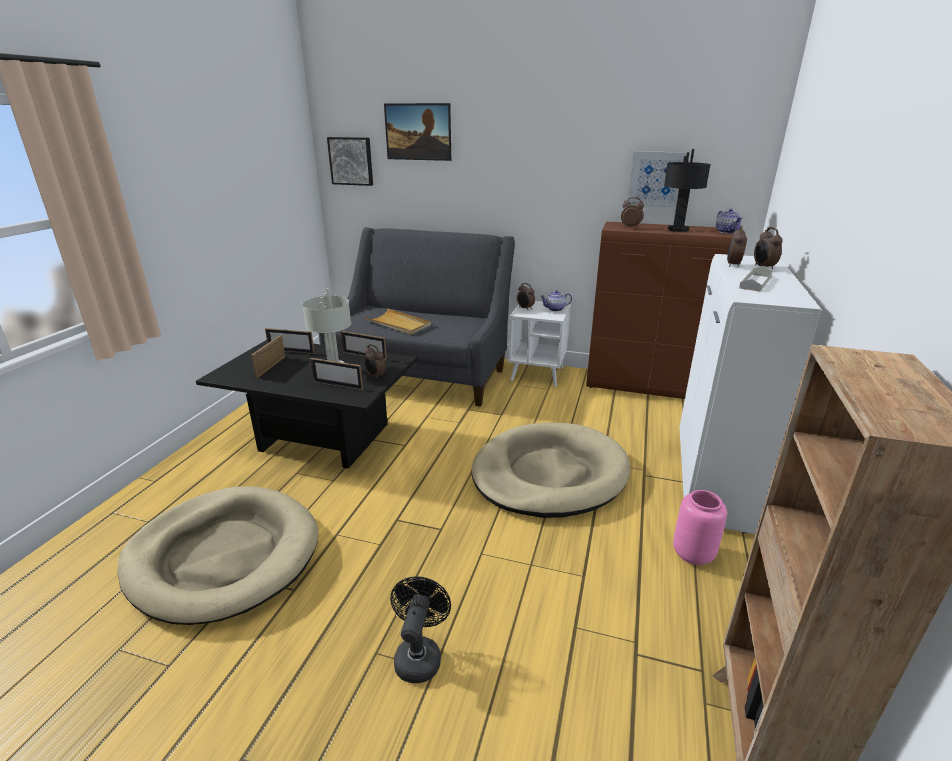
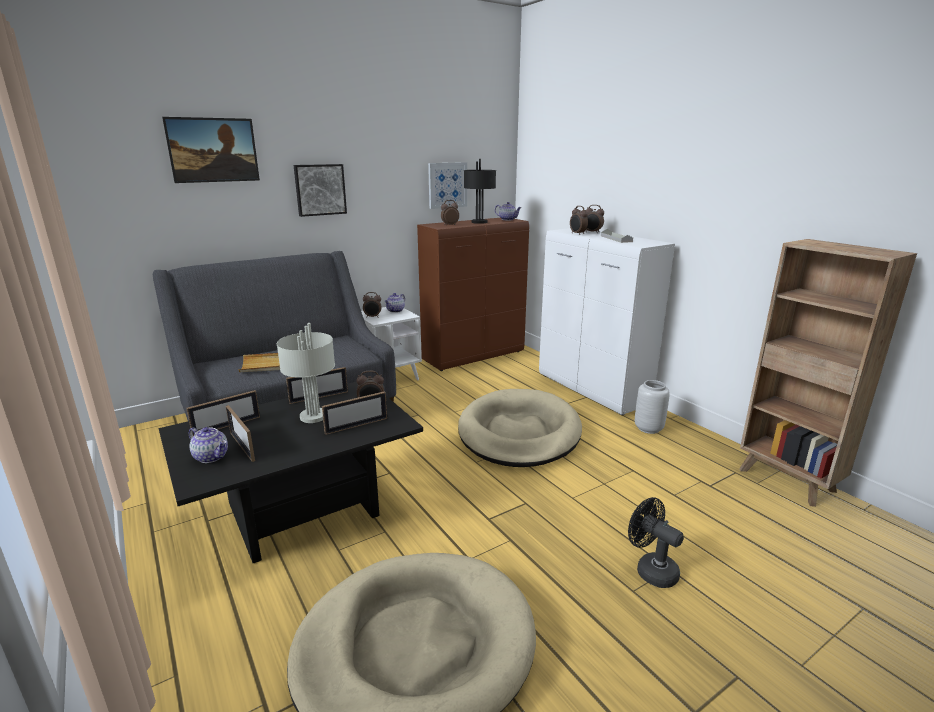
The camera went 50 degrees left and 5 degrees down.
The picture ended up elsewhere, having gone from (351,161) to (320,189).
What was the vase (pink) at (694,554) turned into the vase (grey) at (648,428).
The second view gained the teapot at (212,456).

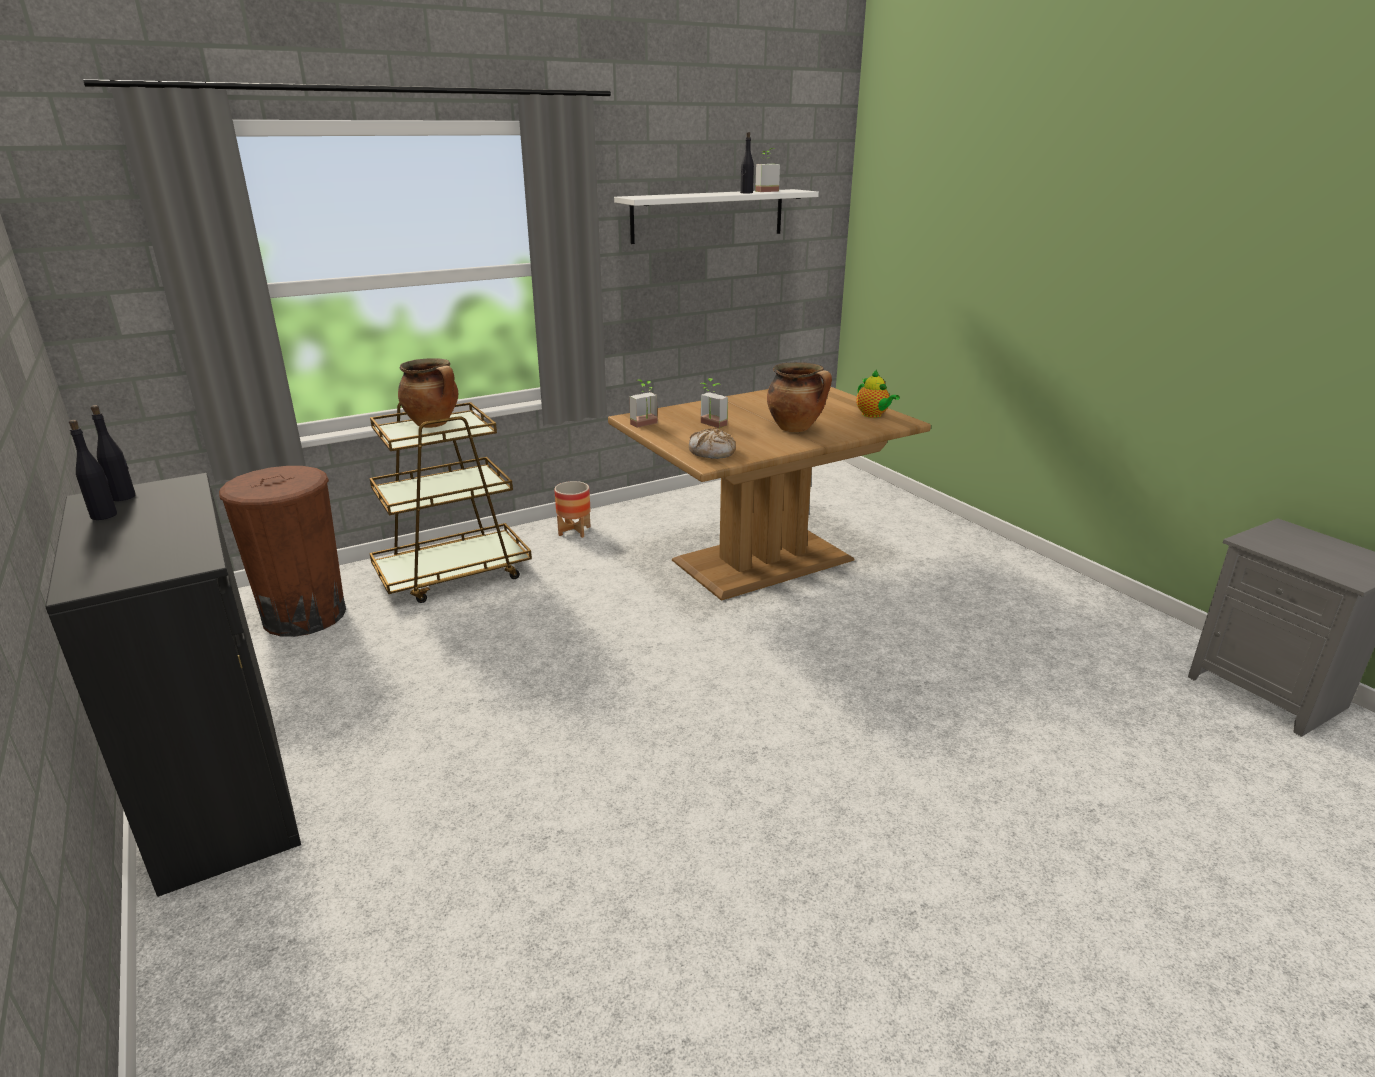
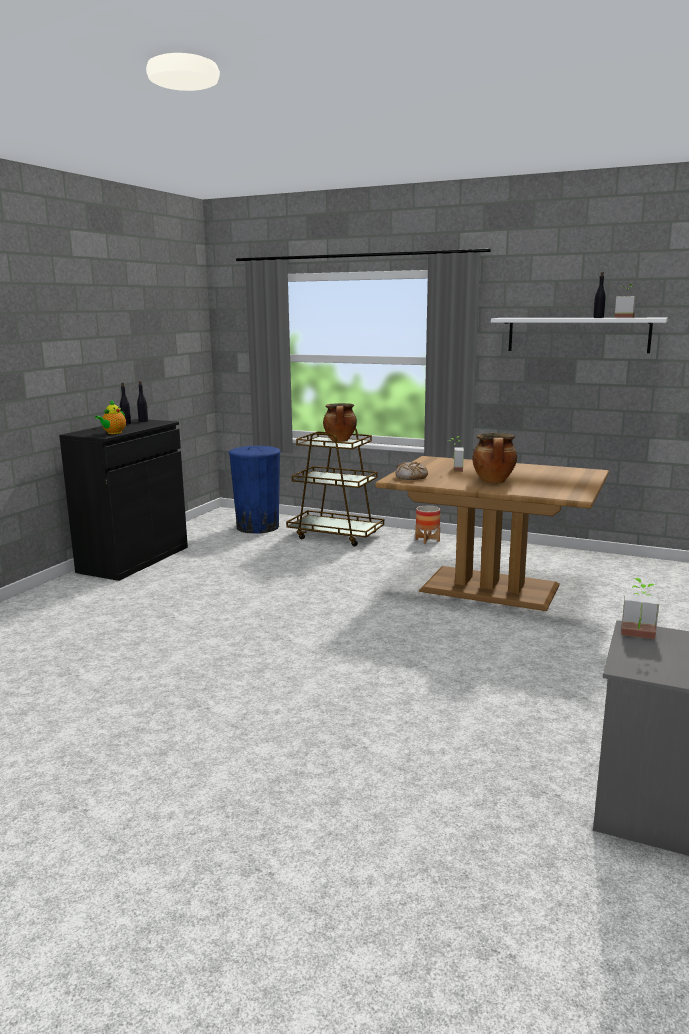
The camera went 55 degrees right and 10 degrees down.
What was the trash can (brown) at (304,615) turned into the trash can (blue) at (258,527).
The potted plant ended up elsewhere, having gone from (646,425) to (638,636).
The teapot ended up elsewhere, having gone from (873,415) to (113,433).

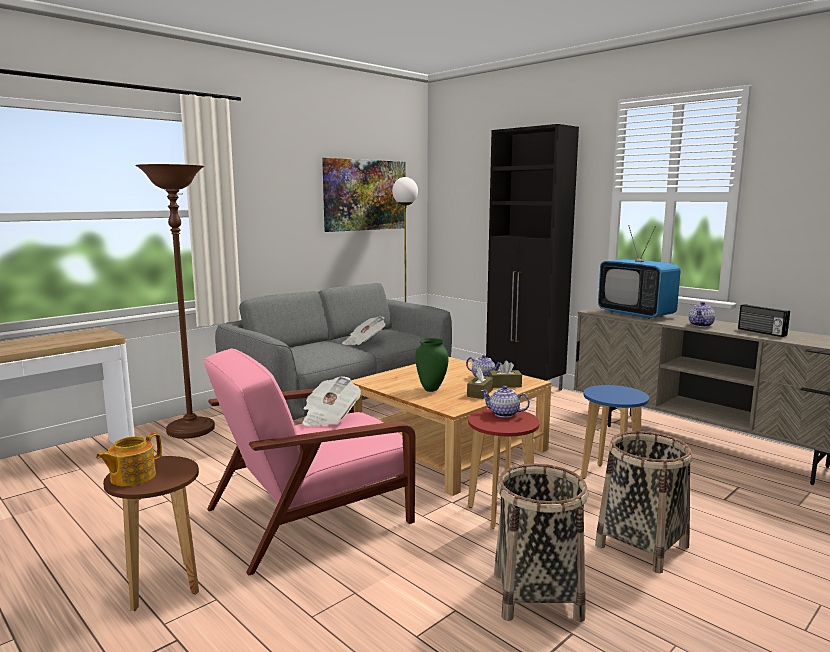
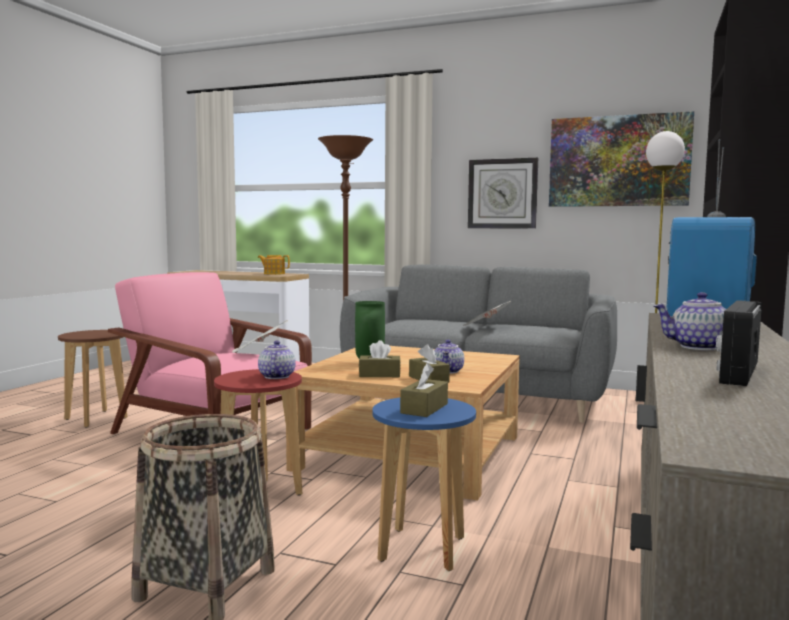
The camera went 65 degrees right and 5 degrees down.
The teapot ended up elsewhere, having gone from (132,477) to (274,274).
The second view lost the basket at (536,595).
The second view gained the tissue box (brown) at (424,408).
The second view gained the wall clock at (502,194).

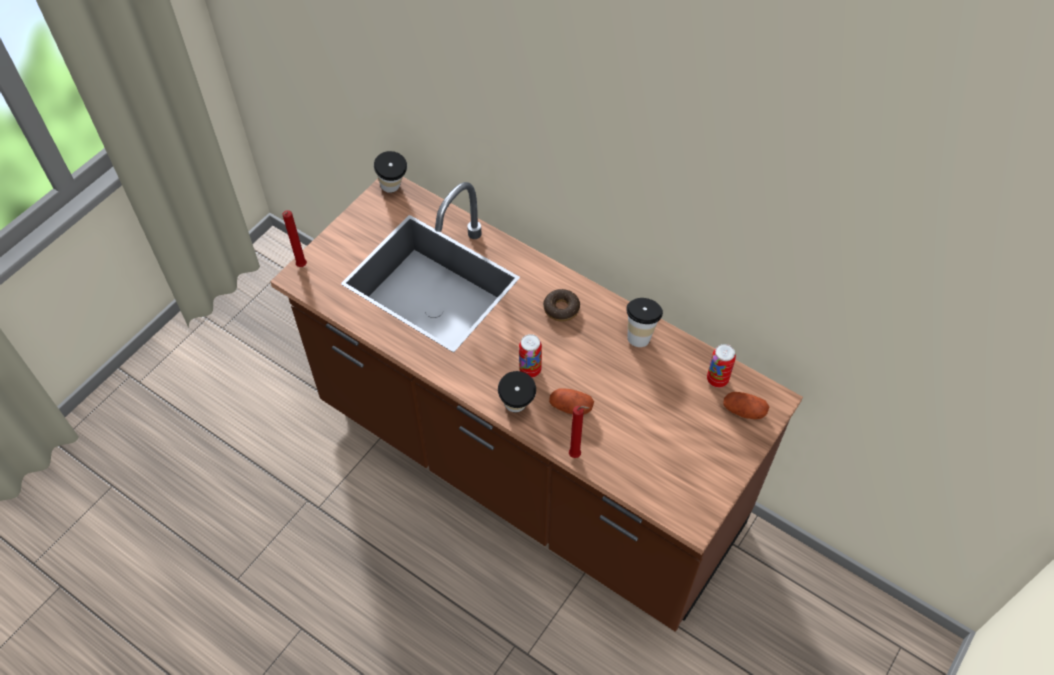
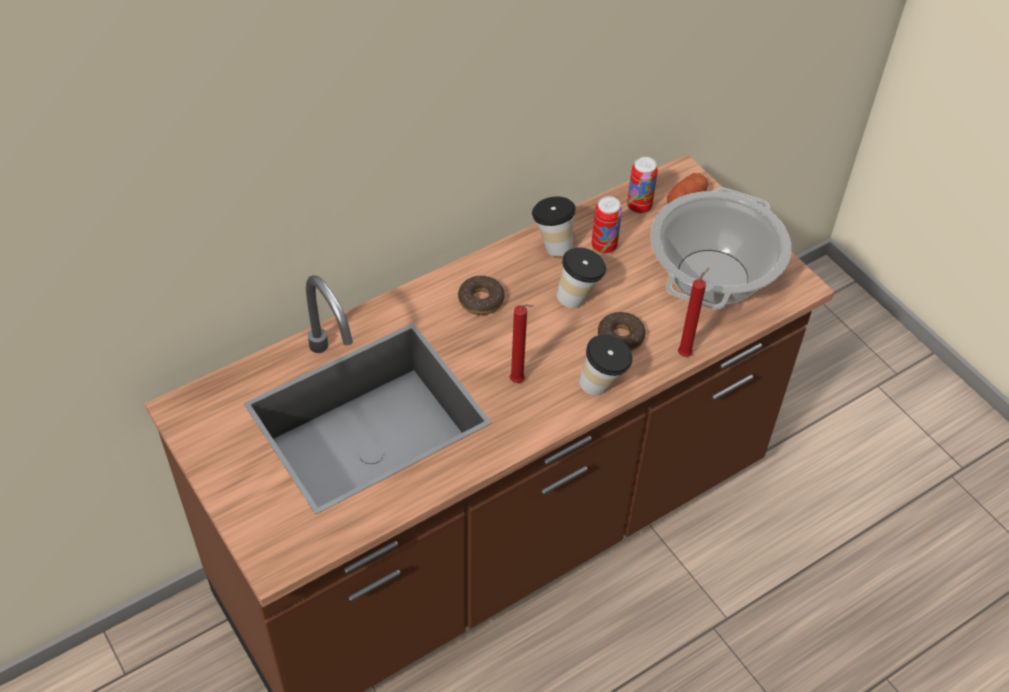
The camera went 70 degrees left and 5 degrees down.
The candle (red) ended up elsewhere, having gone from (301,267) to (519,382).
The cup ended up elsewhere, having gone from (393,190) to (579,298).
The can ended up elsewhere, having gone from (530,370) to (604,246).
Where the potato stood at (570,407), the donut came to stand at (620,337).
The second view gained the cooking pot at (712,278).

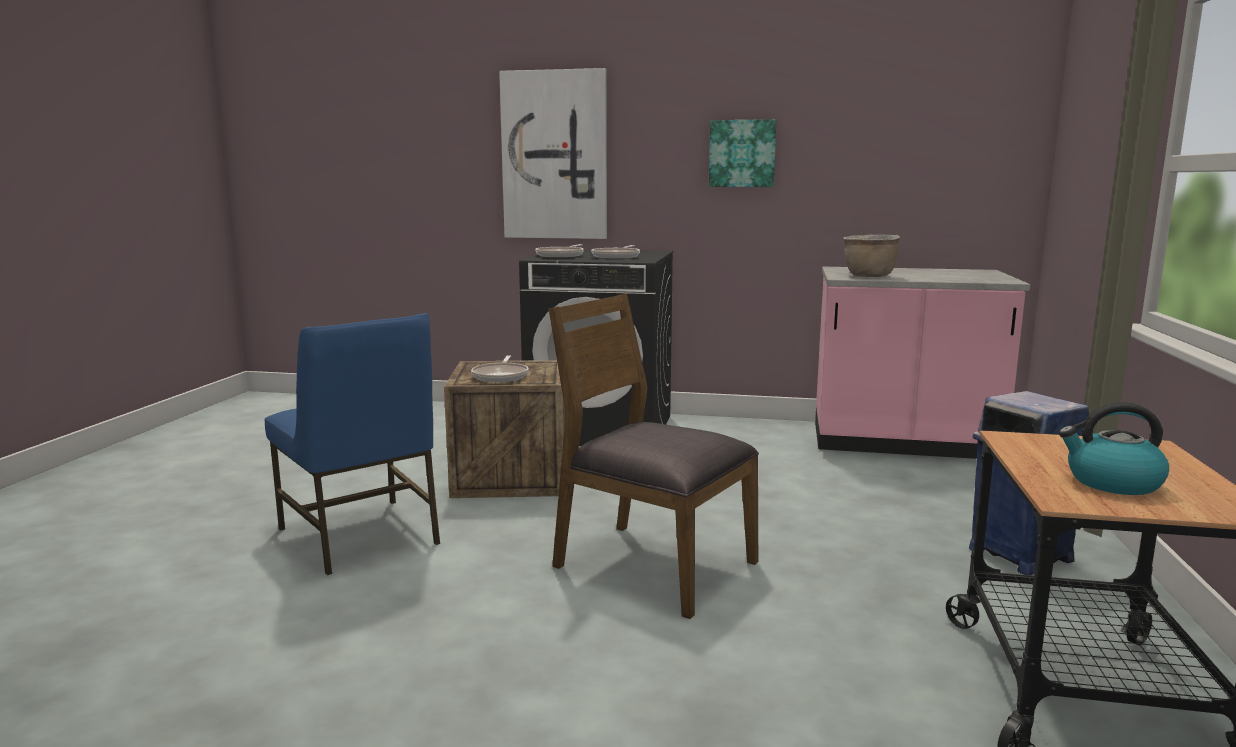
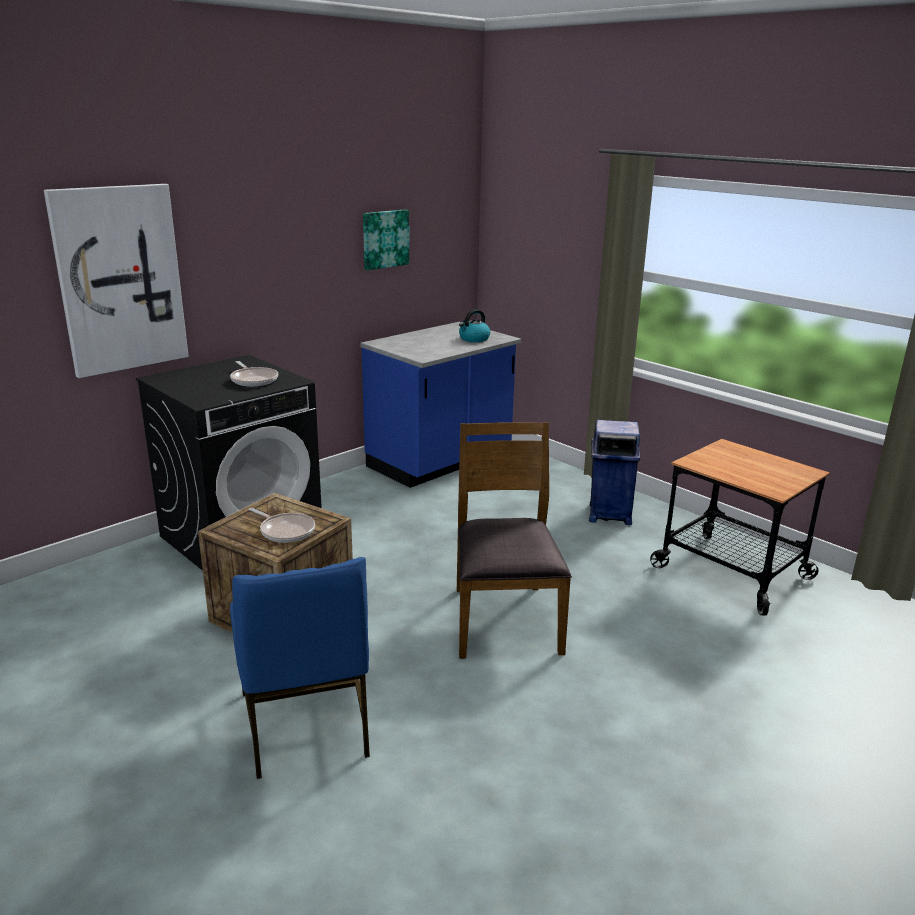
The camera went 55 degrees left and 10 degrees up.
The chair (blue) at (361,536) ended up facing another way, 75 degrees clockwise from before.
The second view lost the frying pan at (561,256).
The chair (brown) at (652,565) ended up facing another way, 105 degrees clockwise from before.
The picture ended up elsewhere, having gone from (742,153) to (384,239).
What was the counter (pink) at (902,443) turned into the counter (blue) at (440,462).
The second view lost the cooking pot (brown) at (869,276).
The kettle ended up elsewhere, having gone from (1112,482) to (474,339).

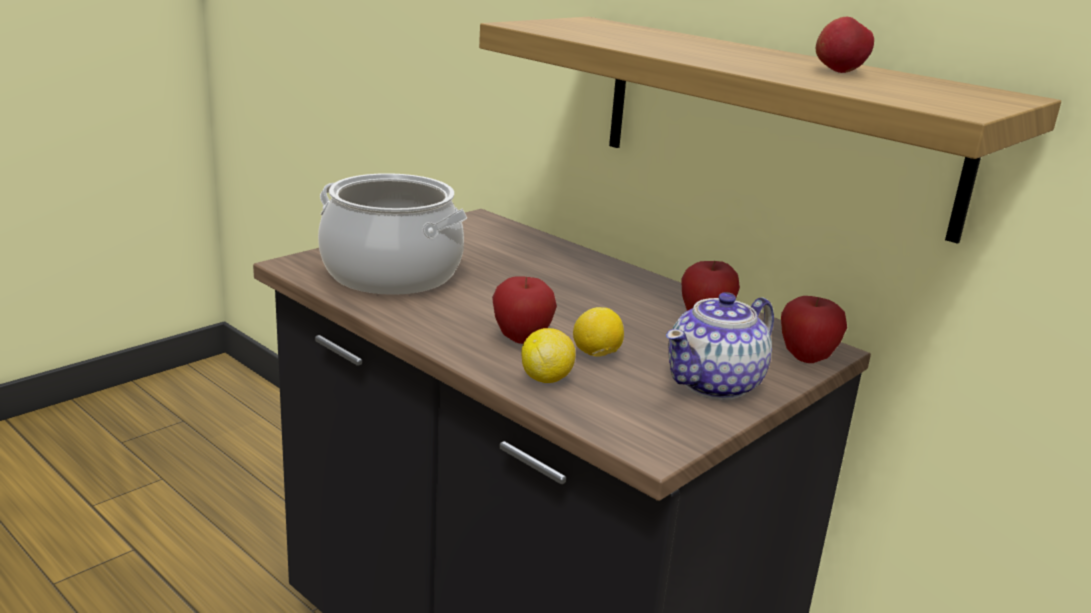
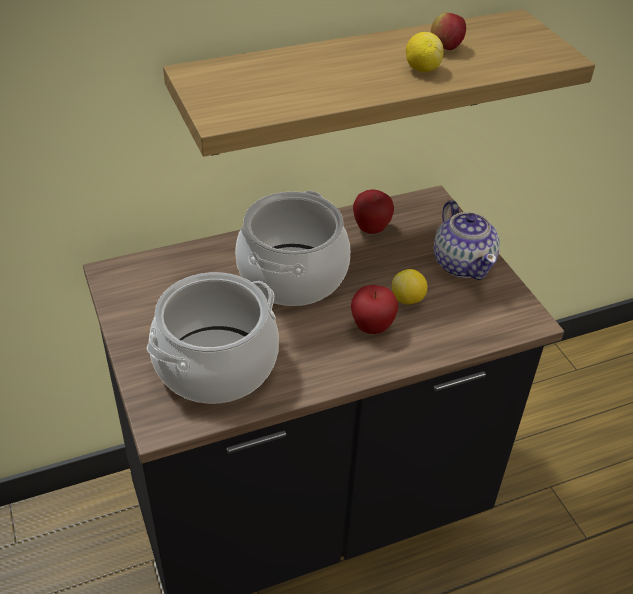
The camera went 65 degrees left and 20 degrees up.
The lemon ended up elsewhere, having gone from (546,378) to (422,69).
The second view lost the apple at (806,358).
The second view gained the cooking pot at (292,274).

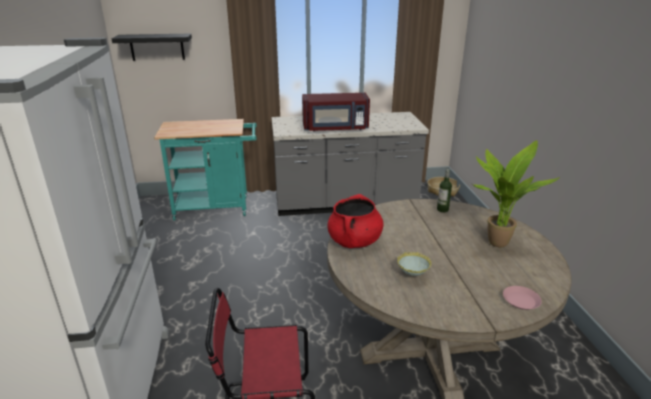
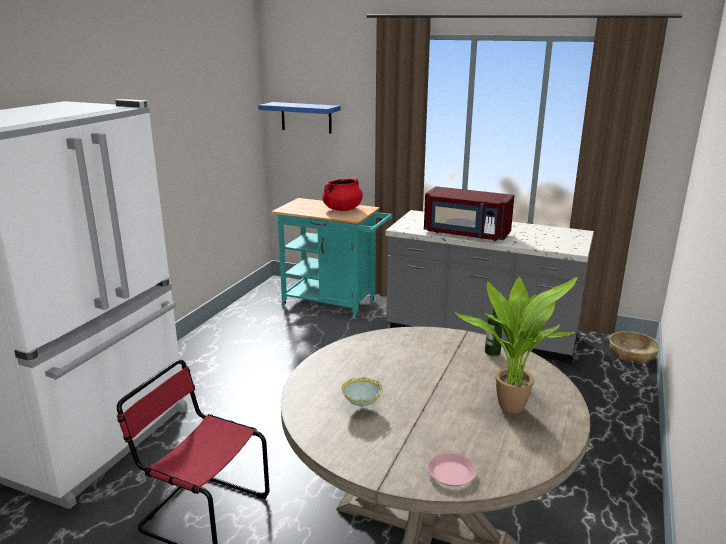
The camera went 30 degrees right and 5 degrees down.
What was the shelf (black) at (157,47) turned into the shelf (blue) at (306,117).
The cooking pot (red) ended up elsewhere, having gone from (354,241) to (342,209).

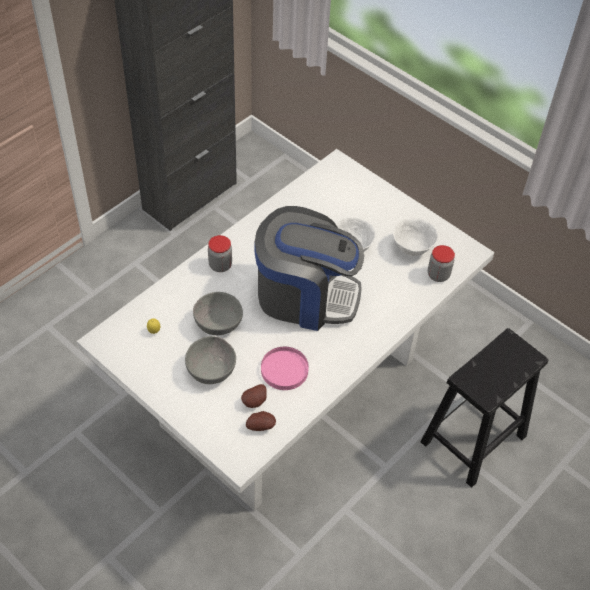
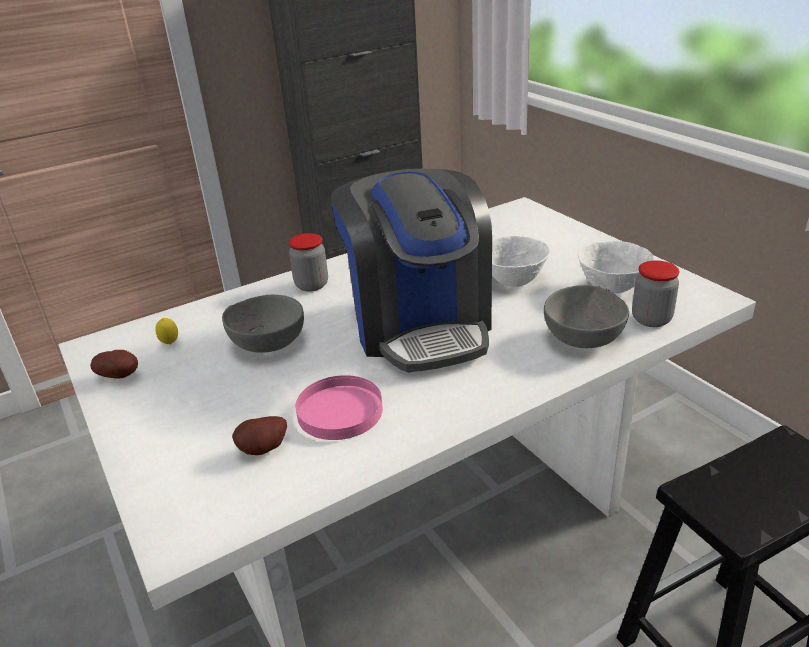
The camera went 20 degrees right and 20 degrees down.
The bowl (grey) ended up elsewhere, having gone from (212,370) to (585,338).
The potato ended up elsewhere, having gone from (261,426) to (121,376).
The coffee machine at (305,296) ended up facing another way, 45 degrees clockwise from before.

